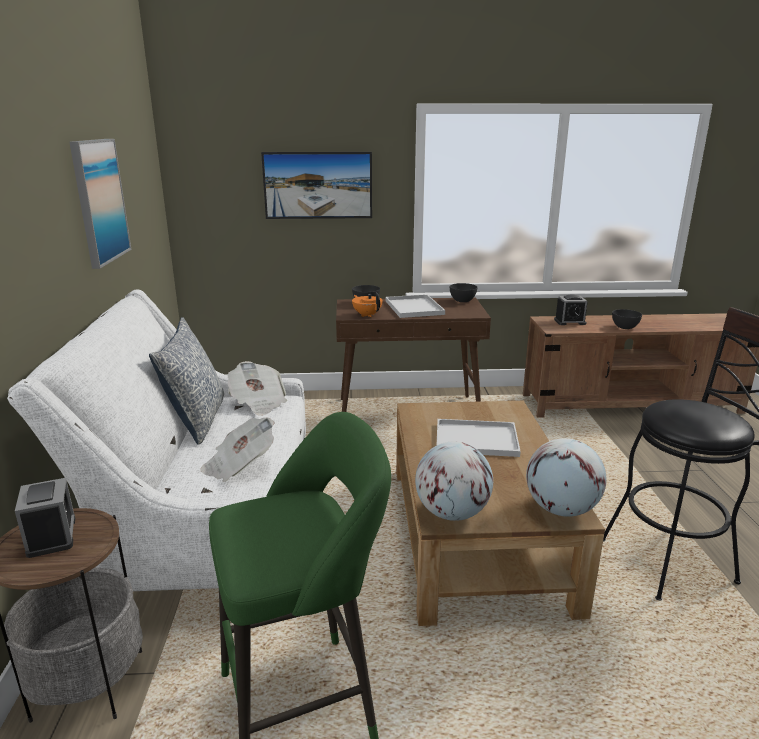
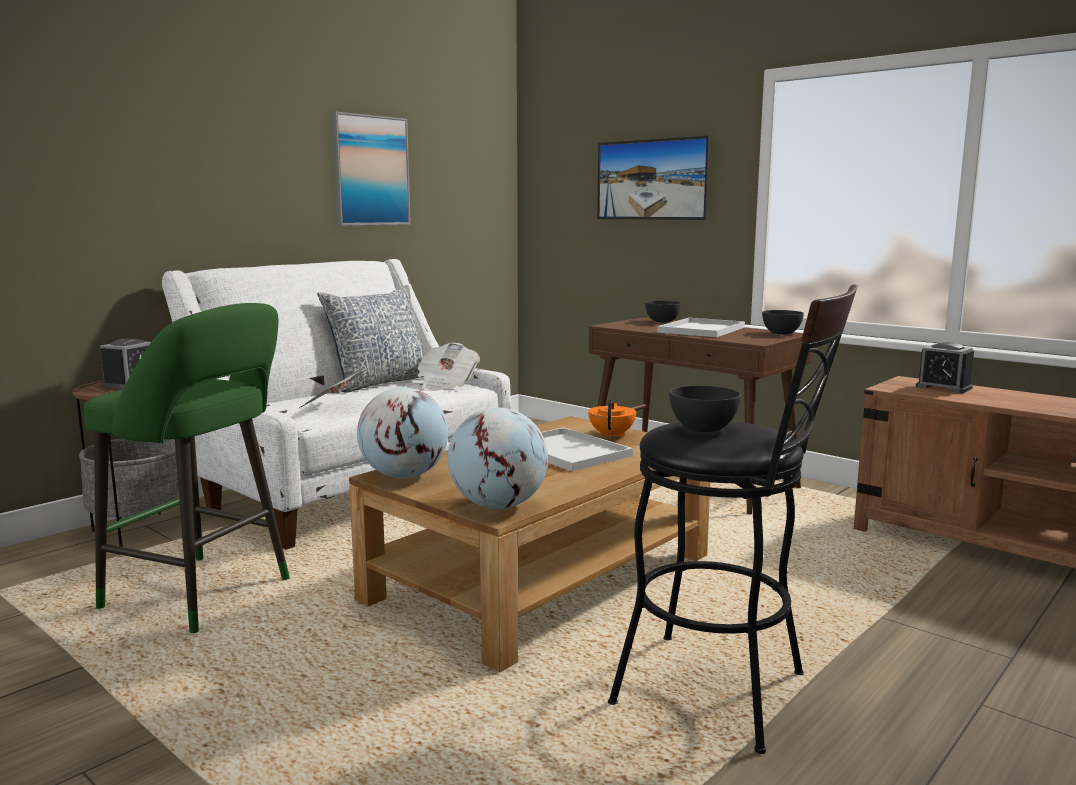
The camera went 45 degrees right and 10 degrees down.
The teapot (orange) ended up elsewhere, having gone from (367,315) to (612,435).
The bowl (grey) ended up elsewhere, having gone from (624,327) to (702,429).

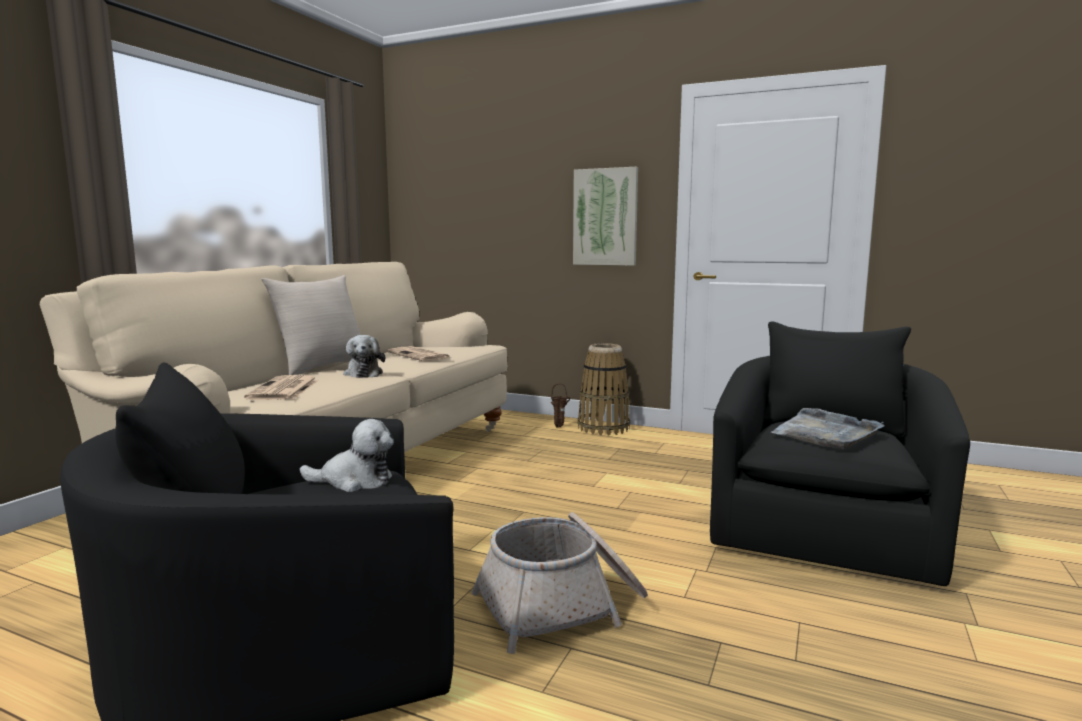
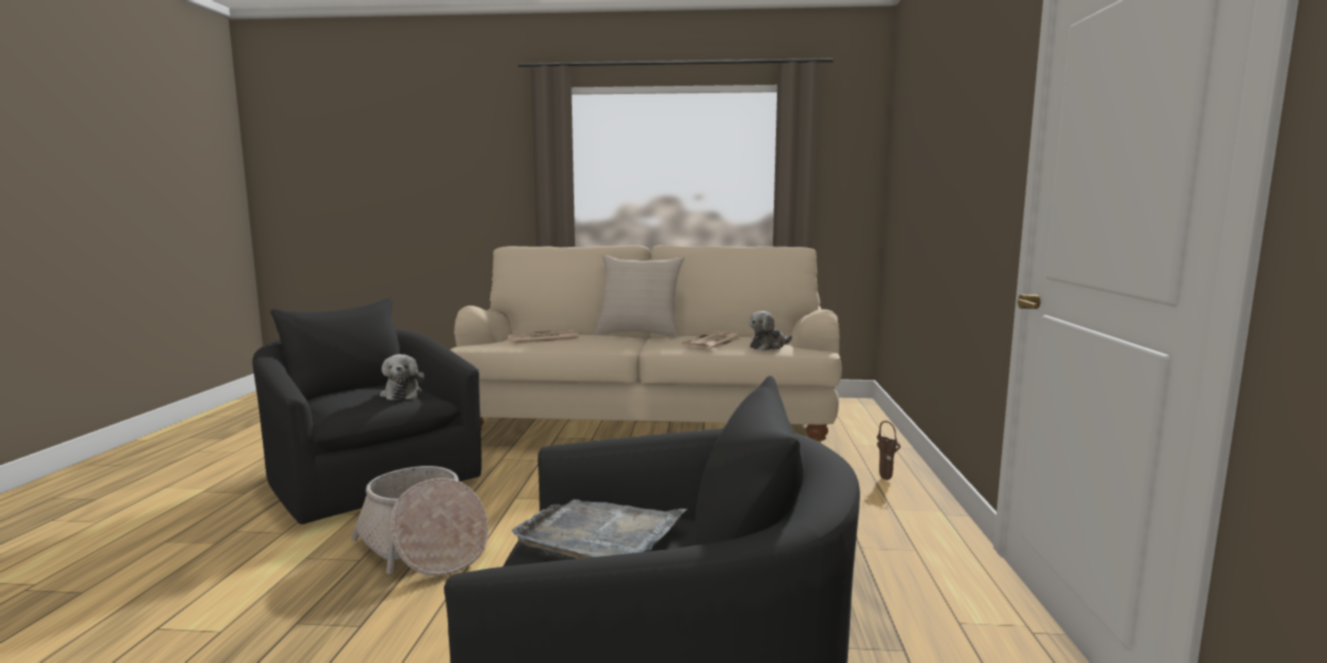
The camera went 70 degrees right and 0 degrees up.
The plush toy ended up elsewhere, having gone from (363,374) to (769,346).
The second view lost the picture at (605,217).
The second view lost the basket at (604,428).

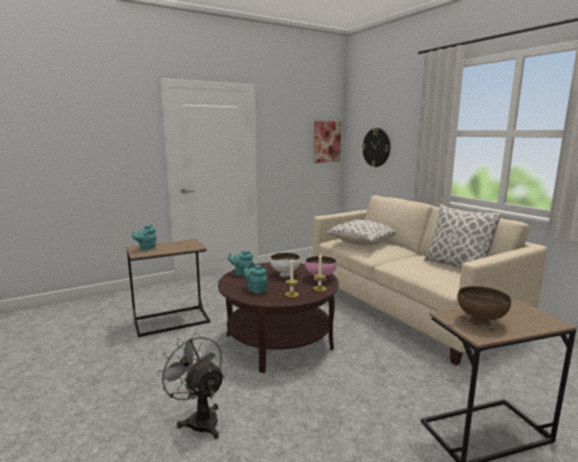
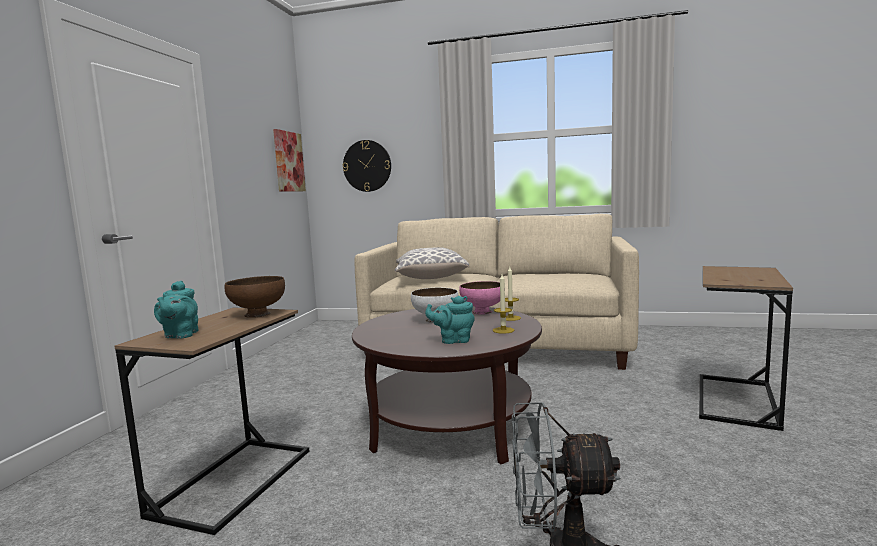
The camera went 45 degrees left and 5 degrees down.
The second view lost the teapot (turquoise) at (242,274).
The second view lost the pillow at (456,266).
The bowl (brown) ended up elsewhere, having gone from (480,322) to (258,314).

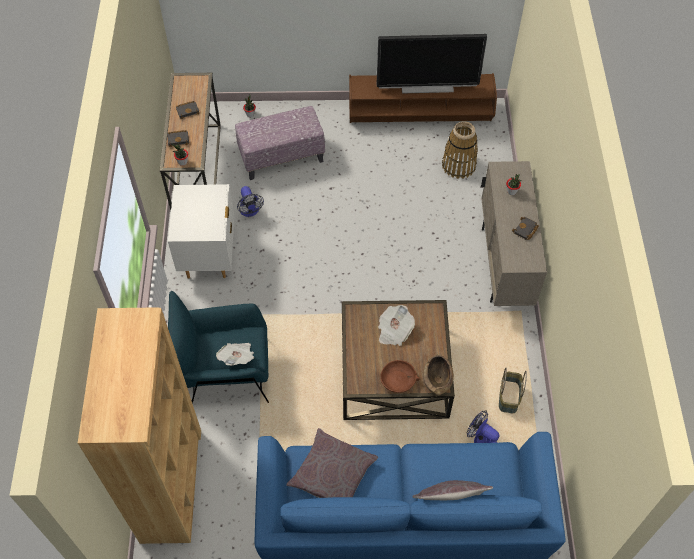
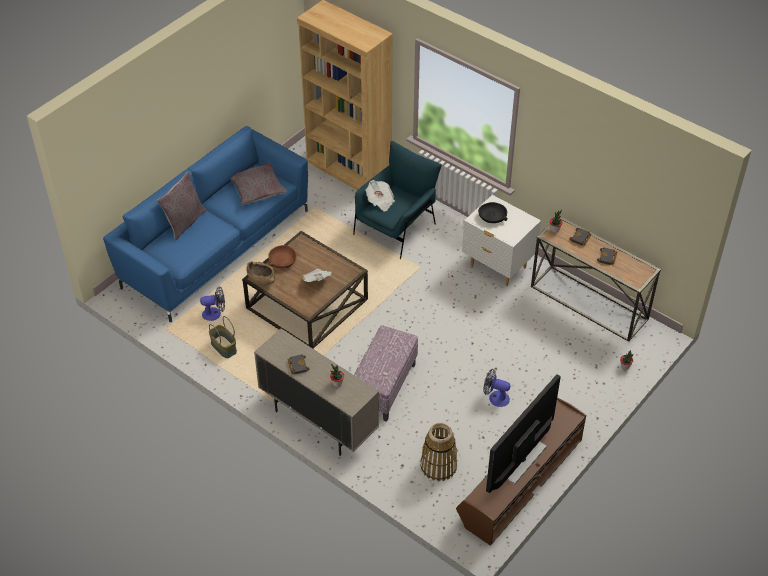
The camera went 130 degrees right and 10 degrees down.
The ottoman ended up elsewhere, having gone from (281,158) to (383,386).
The fan ended up elsewhere, having gone from (250,211) to (495,397).
The second view gained the bowl (black) at (492,216).

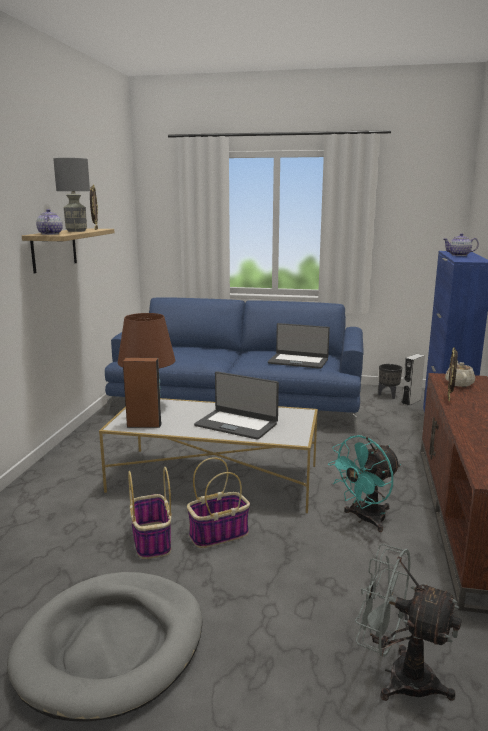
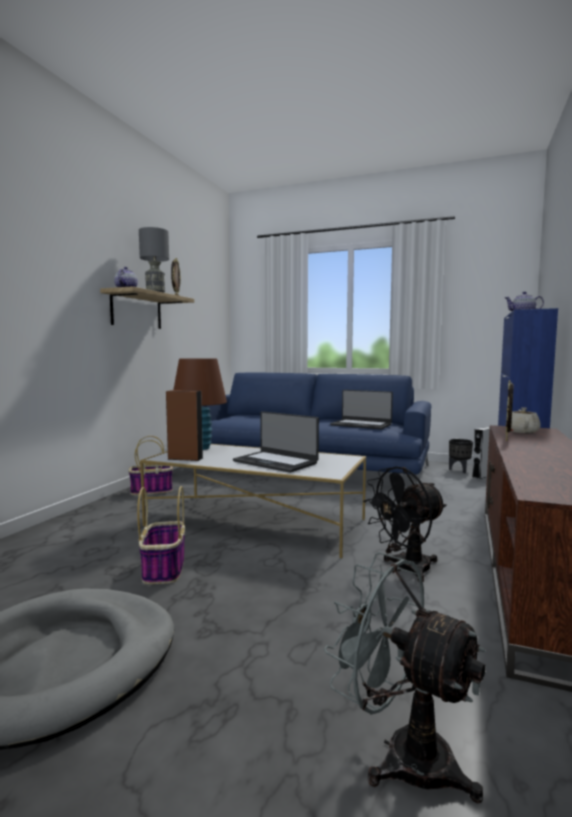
The camera went 10 degrees right and 10 degrees down.
The basket ended up elsewhere, having gone from (219,534) to (152,490).
What was the fan (turquoise) at (365,519) turned into the fan (black) at (405,569).

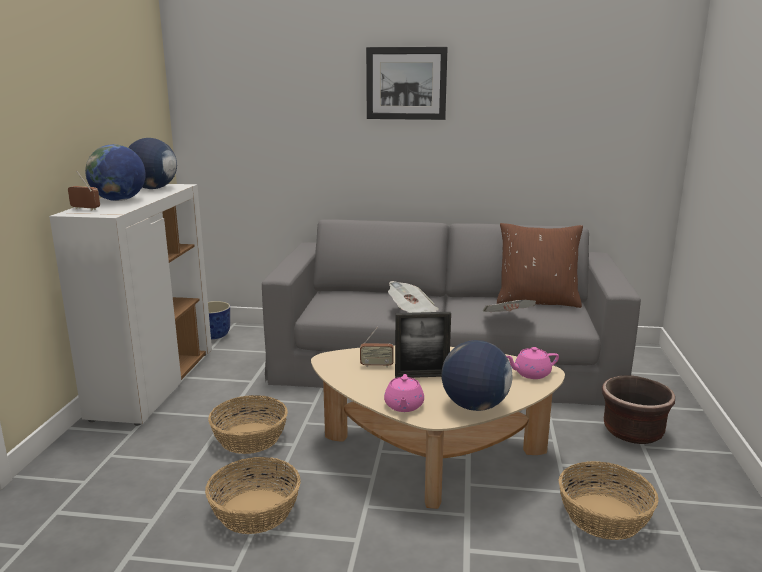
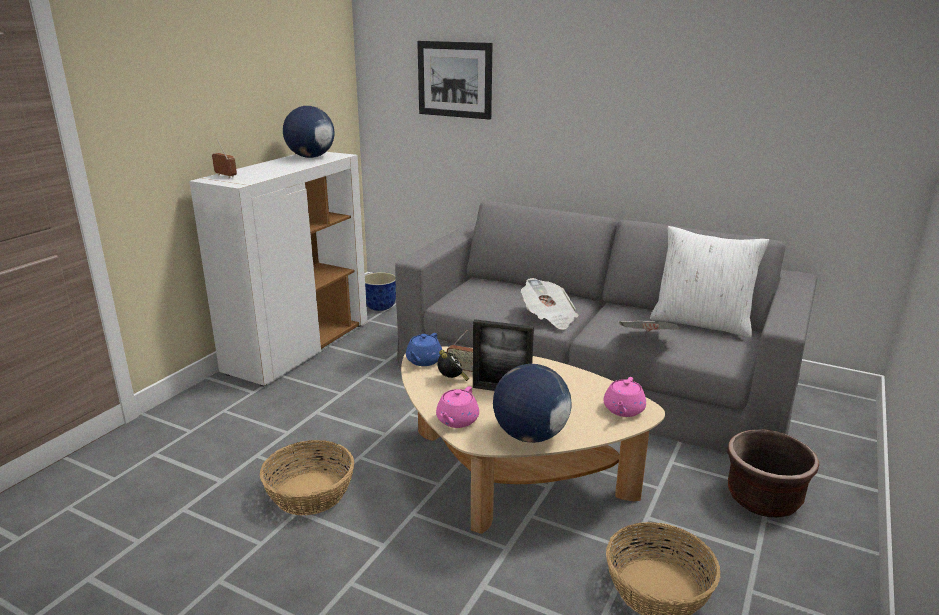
The camera went 20 degrees right and 5 degrees up.
The second view lost the globe at (119,200).
The second view lost the basket at (249,438).
The picture ended up elsewhere, having gone from (406,83) to (454,79).
What was the pillow (brown) at (537,301) turned into the pillow (white) at (701,322).
The teapot (pink) at (531,374) ended up facing another way, 75 degrees counterclockwise from before.
The second view gained the teapot (blue) at (423,361).
The second view gained the alarm clock at (452,380).

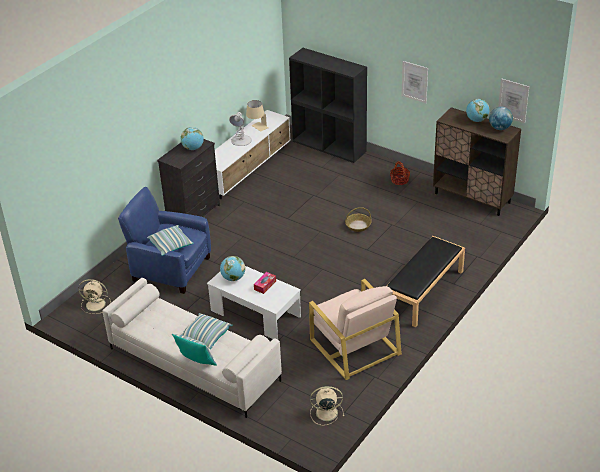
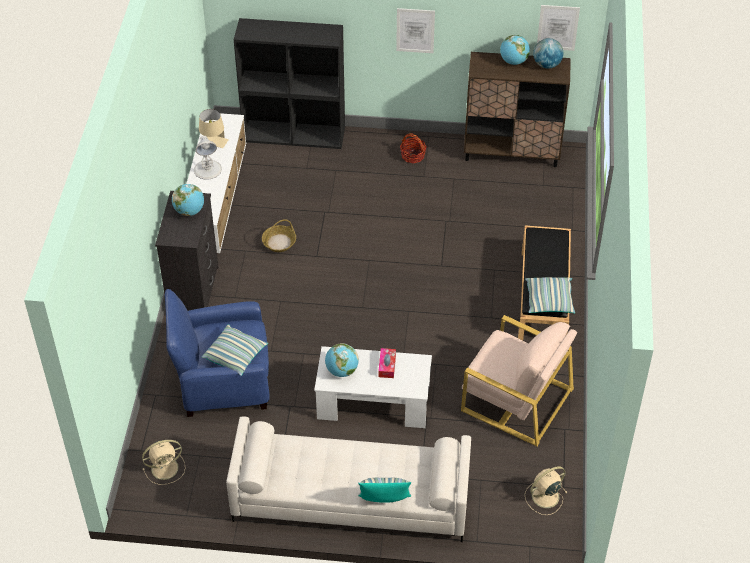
The camera went 30 degrees left and 10 degrees up.
The pillow ended up elsewhere, having gone from (206,336) to (549,301).
The basket ended up elsewhere, having gone from (358,225) to (279,242).

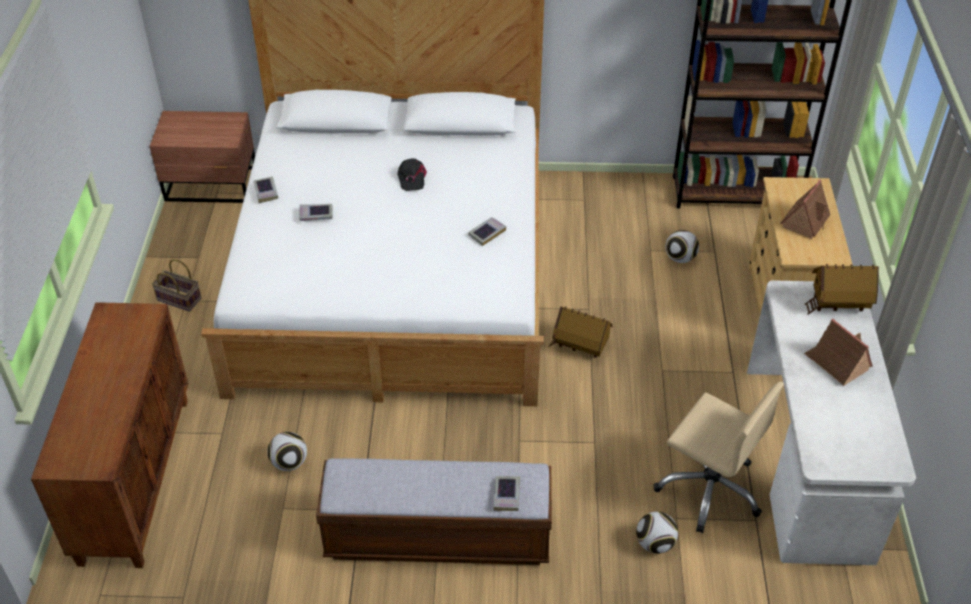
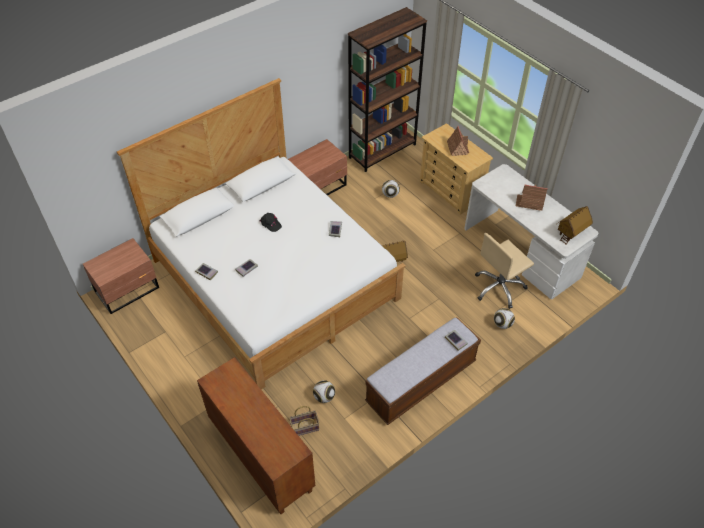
The camera went 40 degrees left and 5 degrees up.
The basket ended up elsewhere, having gone from (177,299) to (304,428).
The office chair (beige) at (709,488) ended up facing another way, 150 degrees clockwise from before.
The toy house ended up elsewhere, having gone from (838,305) to (571,232).
The second view gained the nightstand (brown) at (319,187).

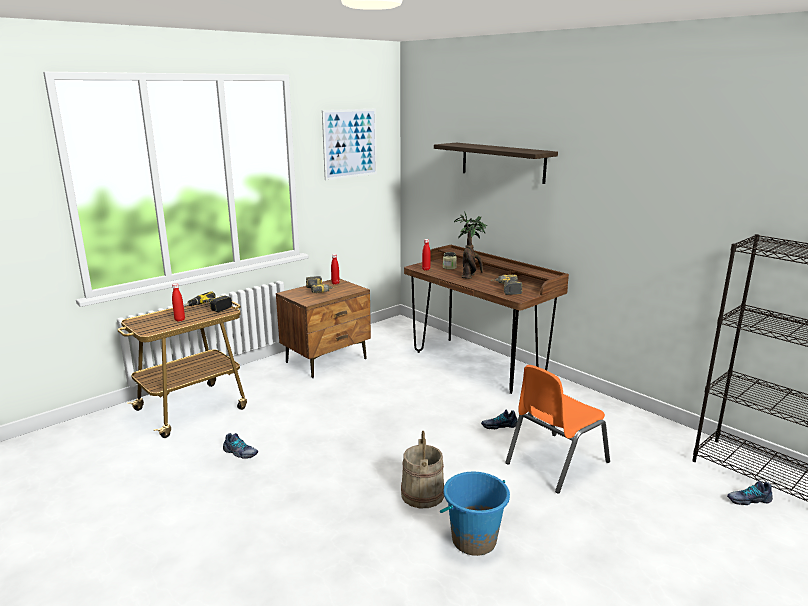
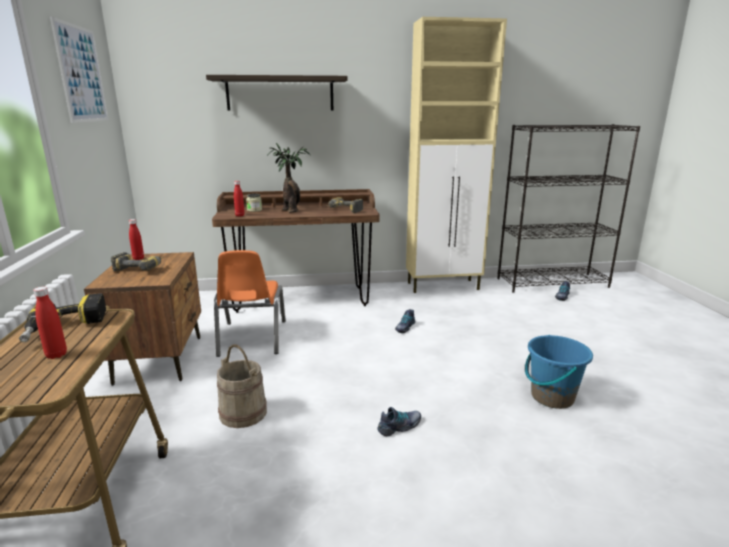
The camera went 55 degrees left and 0 degrees up.
The shoe ended up elsewhere, having gone from (240,453) to (400,427).
The bucket (beige) ended up elsewhere, having gone from (422,494) to (243,413).
The chair (orange) ended up elsewhere, having gone from (555,462) to (251,338).
The second view gained the cabinet (beige) at (444,286).

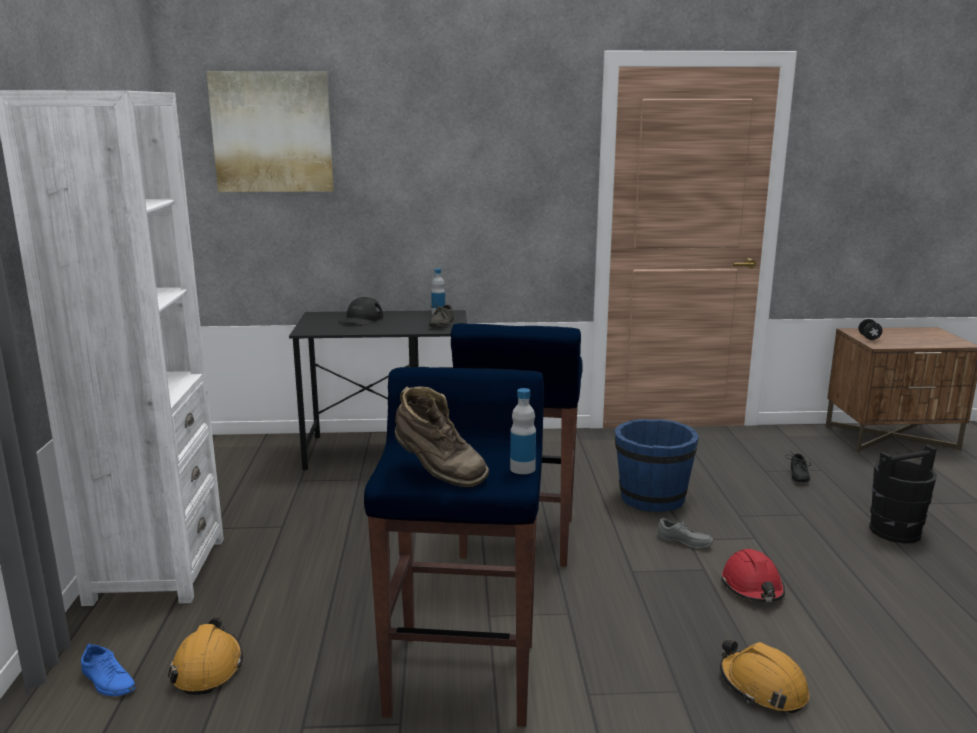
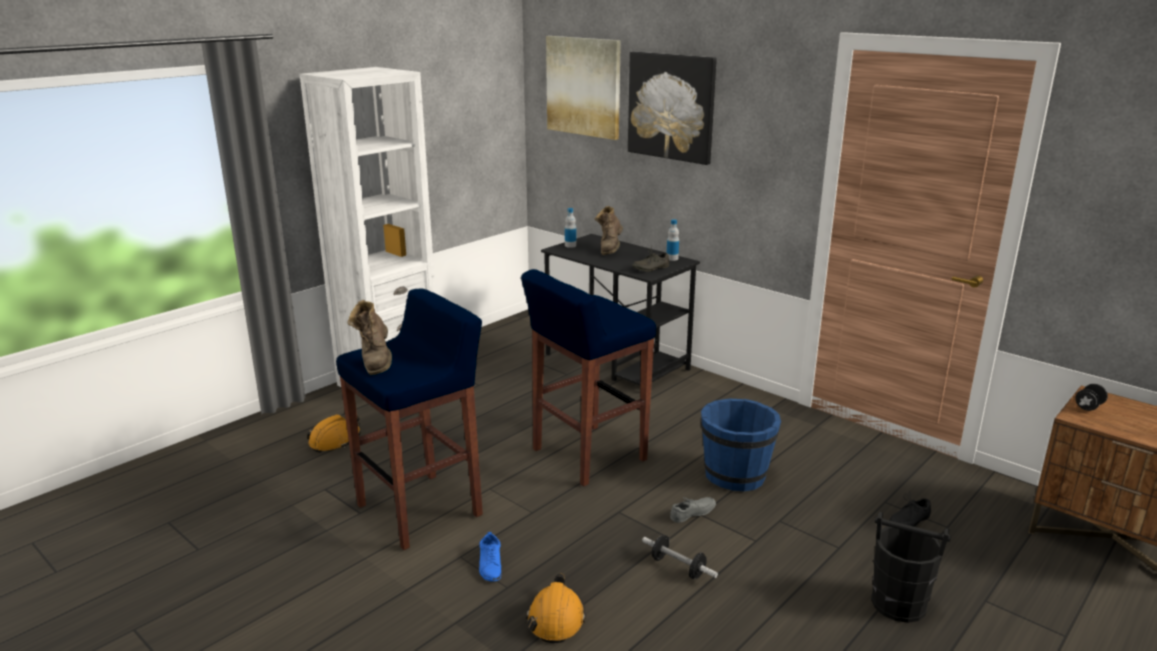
The camera went 45 degrees right and 5 degrees up.
The shoe (blue) ended up elsewhere, having gone from (108,680) to (490,564).
Where the cap (black) stood at (361,319), the boot (brown) came to stand at (610,249).
The bottle ended up elsewhere, having gone from (522,468) to (570,245).
The shoe (grey) at (684,542) ended up facing another way, 105 degrees counterclockwise from before.
Where the hard hat (red) stood at (752,587), the dumbbell came to stand at (678,567).
The second view gained the picture at (672,106).

